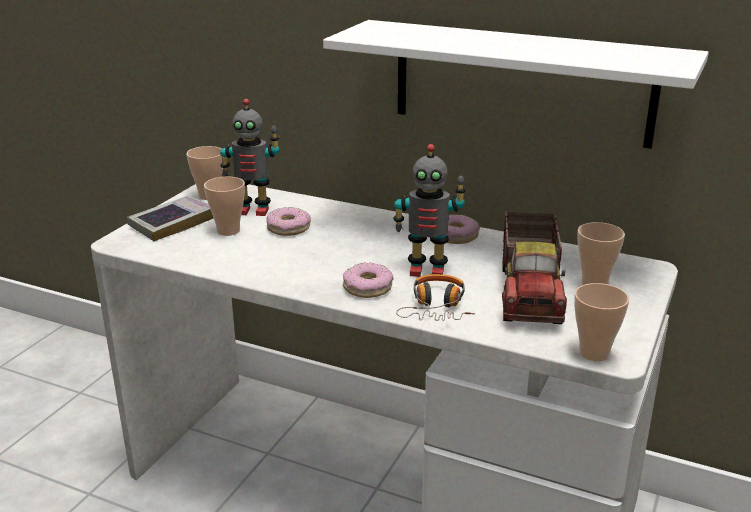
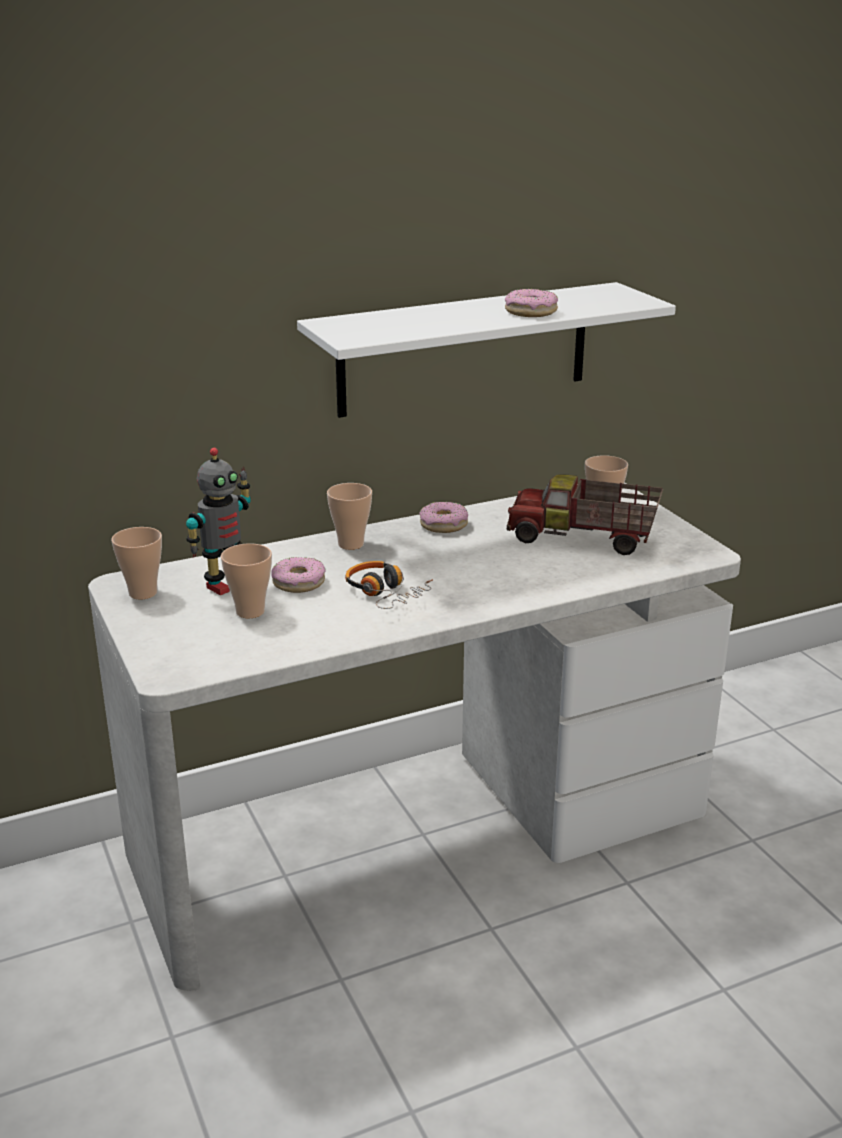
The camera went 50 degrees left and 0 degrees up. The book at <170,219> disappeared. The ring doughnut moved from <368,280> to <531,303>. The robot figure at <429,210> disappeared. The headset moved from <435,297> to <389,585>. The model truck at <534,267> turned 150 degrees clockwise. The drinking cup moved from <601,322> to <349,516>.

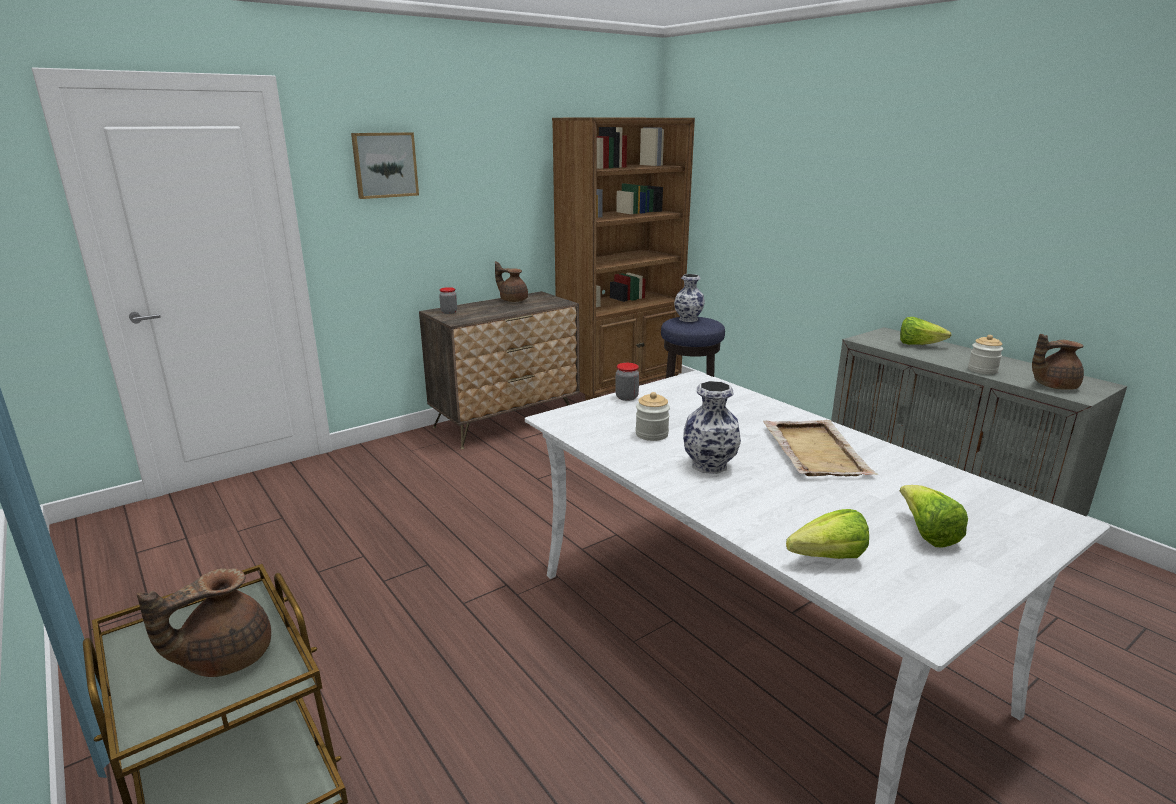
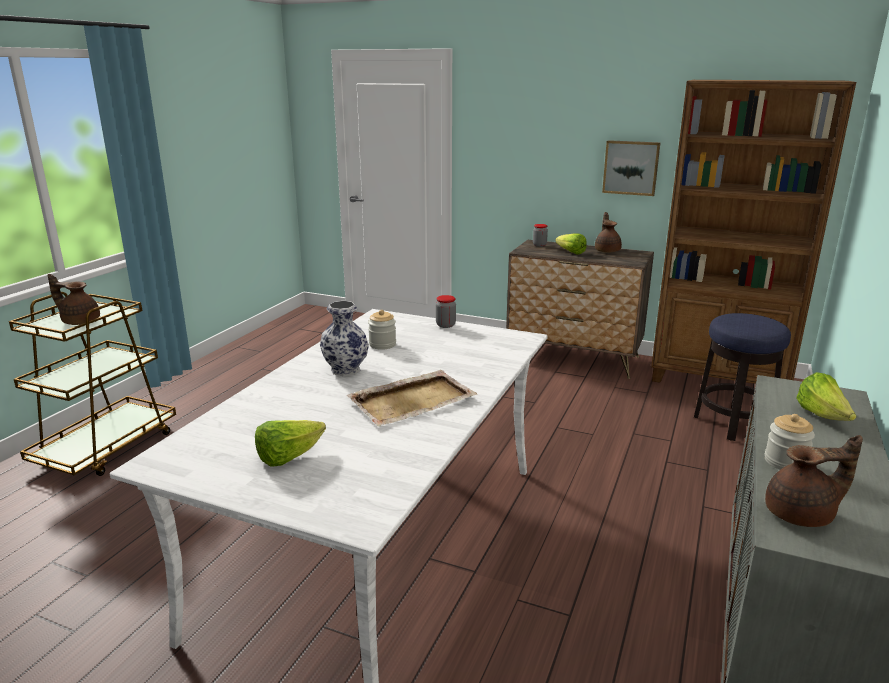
The camera went 60 degrees right and 0 degrees up. The wall art moved from <385,165> to <631,168>. The vase at <689,298> disappeared. The lettuce head moved from <827,534> to <571,244>. The brown pot for tea at <1058,362> turned 120 degrees clockwise.

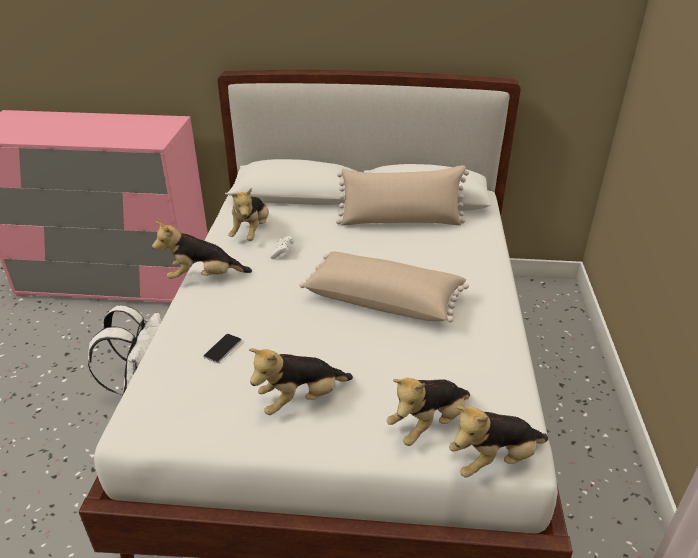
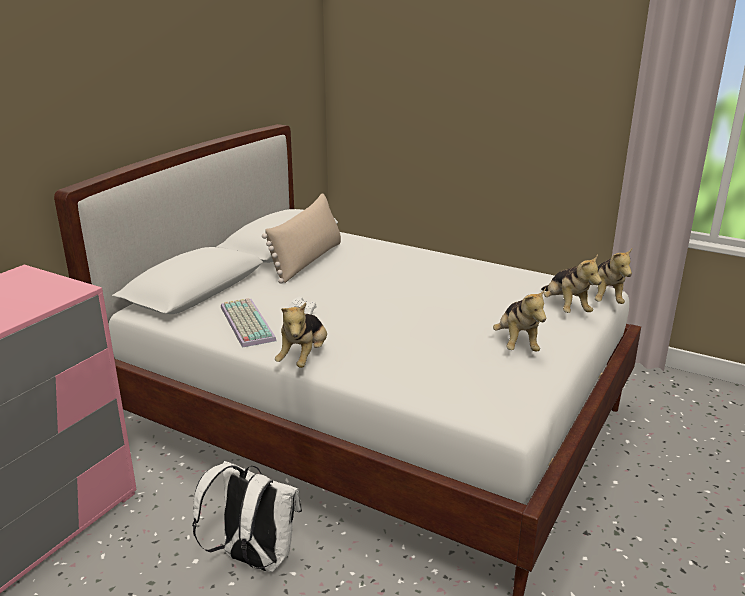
The camera went 65 degrees left and 10 degrees down. The phone at <222,348> disappeared. The plush toy at <248,214> was replaced by the computer keyboard at <248,323>. The beige-coloured cushion at <384,287> disappeared.

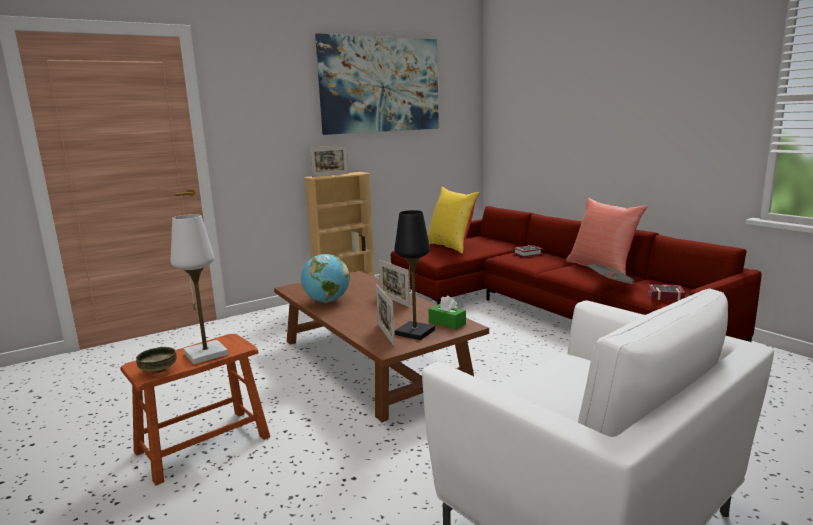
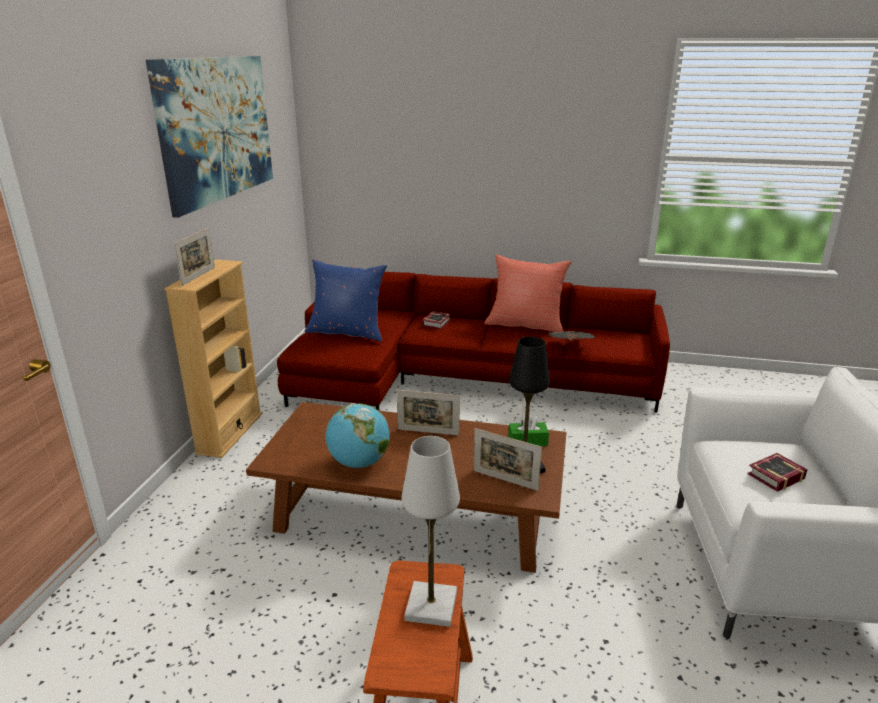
The camera went 45 degrees left and 10 degrees up. The serving bowl at <156,360> disappeared. The yellowish cushion at <453,220> became the bluish cushion at <346,300>. The book moved from <667,292> to <777,472>.

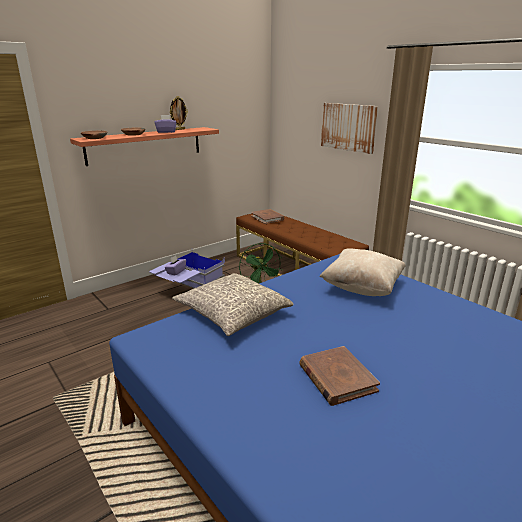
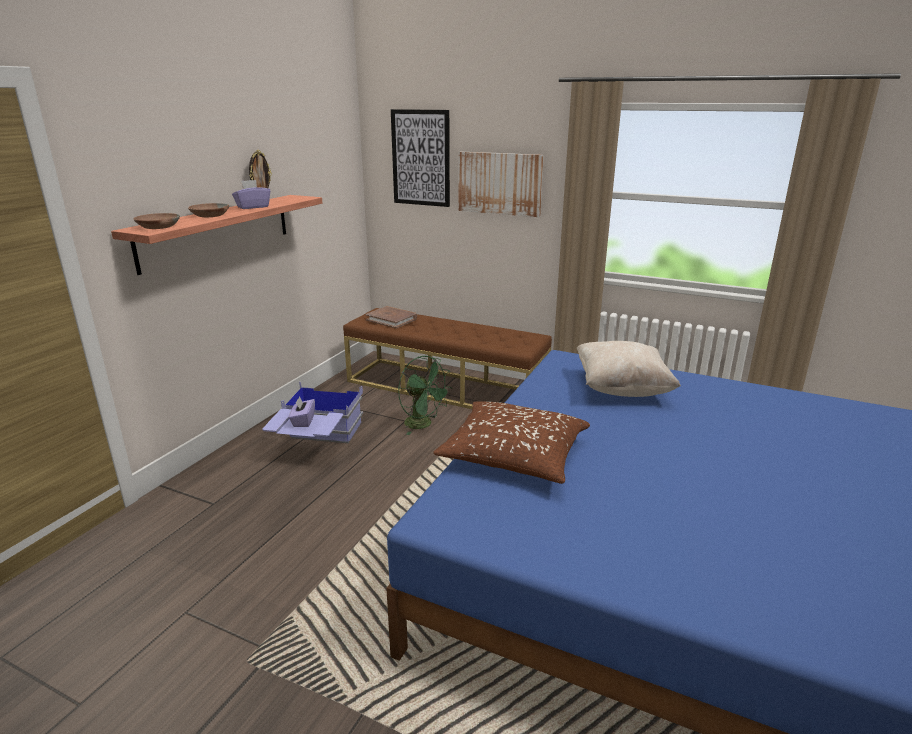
The camera went 25 degrees left and 0 degrees up. The grey cushion at <233,304> became the brown cushion at <511,442>. The brown book at <339,376> disappeared. The wall art at <420,158> appeared.

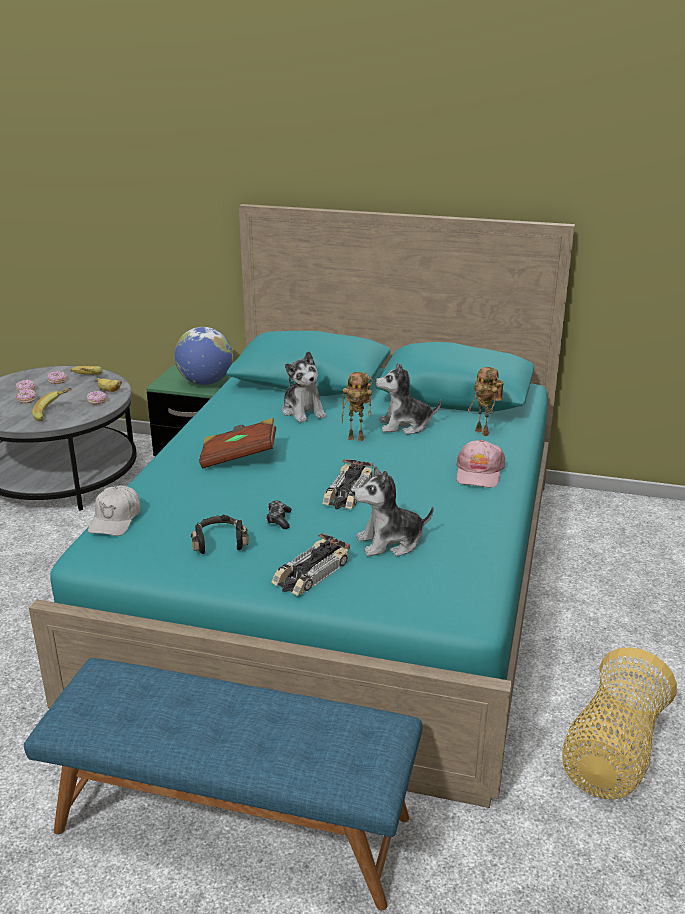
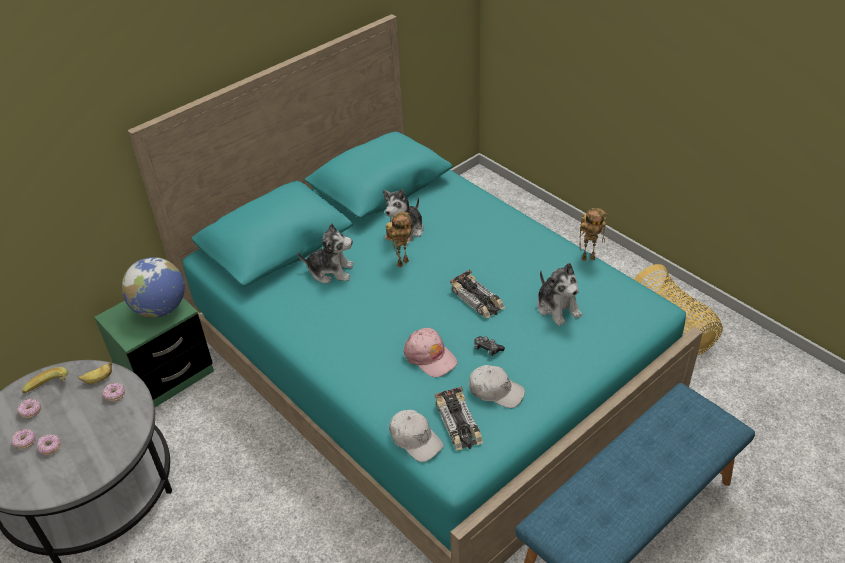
The camera went 55 degrees left and 15 degrees up. The banana fruit at <52,404> disappeared. The blackish headset at <220,534> was replaced by the white baseball cap at <497,386>. The brown book at <237,443> disappeared. The toy car moved from <310,564> to <458,418>. The plush toy at <393,511> turned 45 degrees counterclockwise. The pink-coloured baseball cap moved from <480,464> to <430,352>. The robot figure moved from <485,401> to <593,234>.

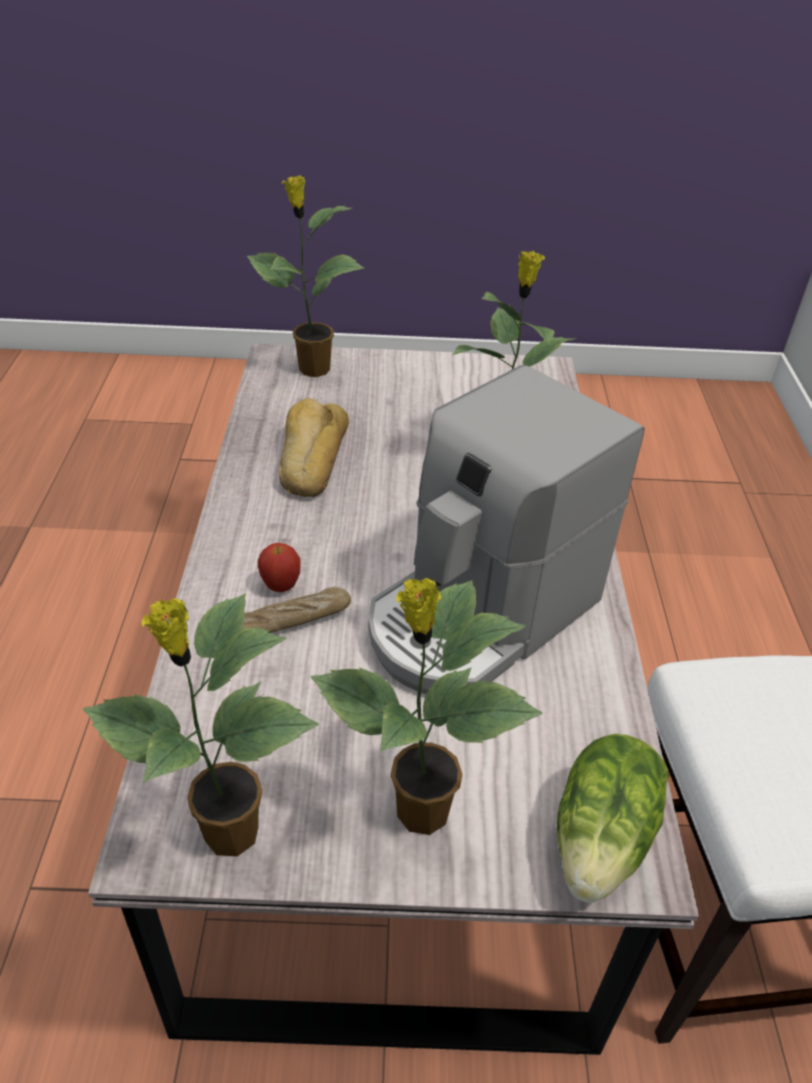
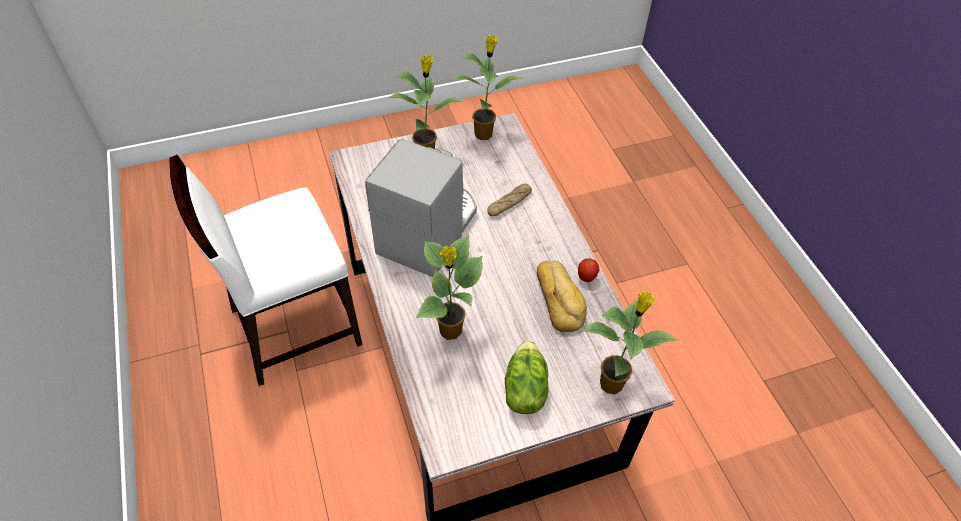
The camera went 160 degrees right and 10 degrees up. The whole apple moved from <279,567> to <589,270>. The lettuce head moved from <613,818> to <527,377>.

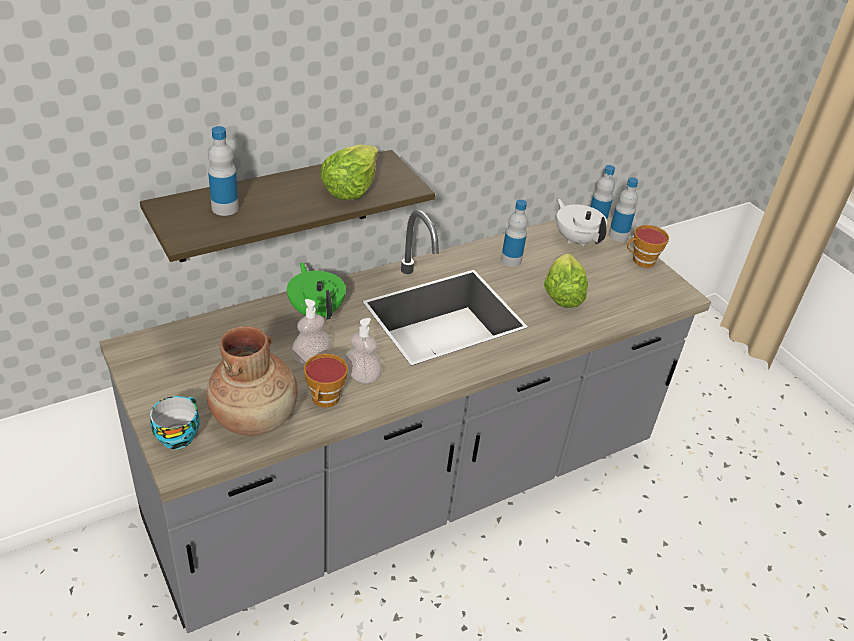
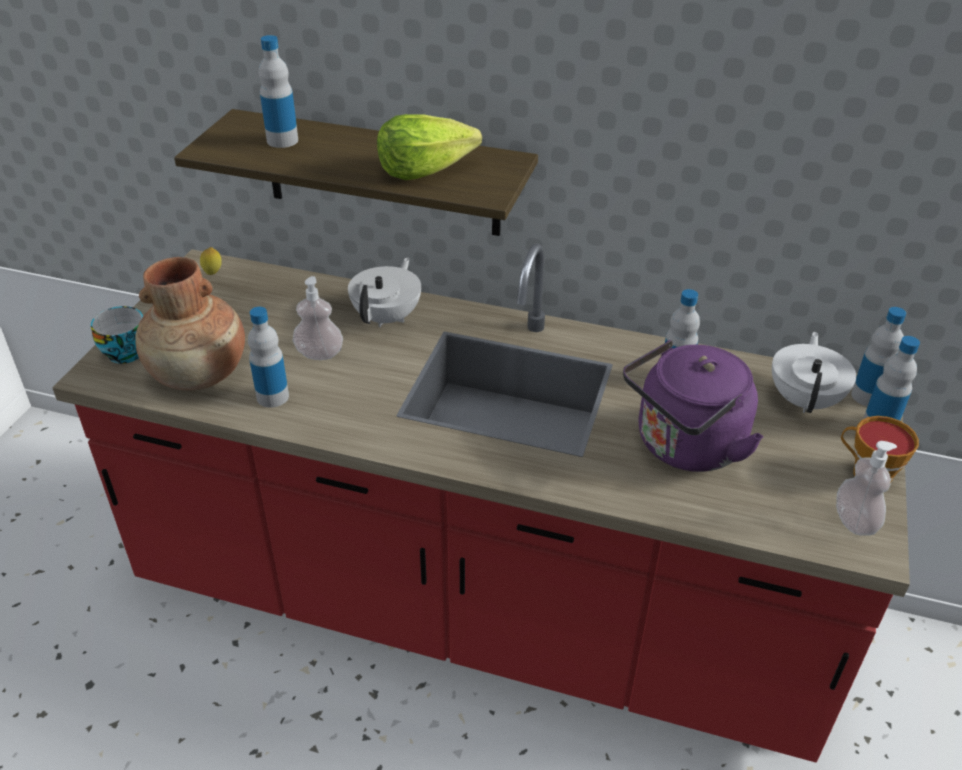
The camera went 50 degrees right and 0 degrees up. The grey kitchen base unit at <405,421> became the red kitchen base unit at <481,503>. The greenish pot for tea at <316,291> became the white pot for tea at <384,292>. The drinking cup at <326,380> was replaced by the beverage bottle at <268,357>. The soap dispenser moved from <363,351> to <866,488>. The lettuce head at <566,280> was replaced by the purple kettle at <693,406>. The lemon at <211,261> appeared.

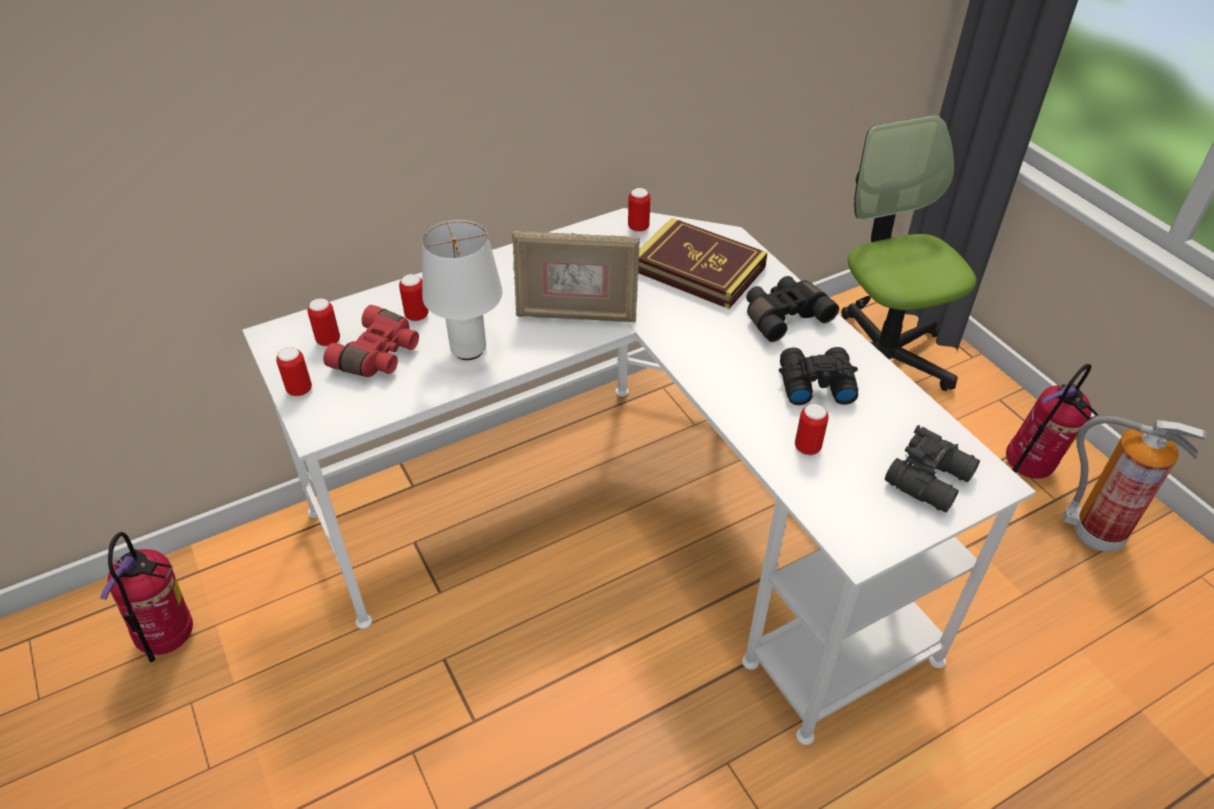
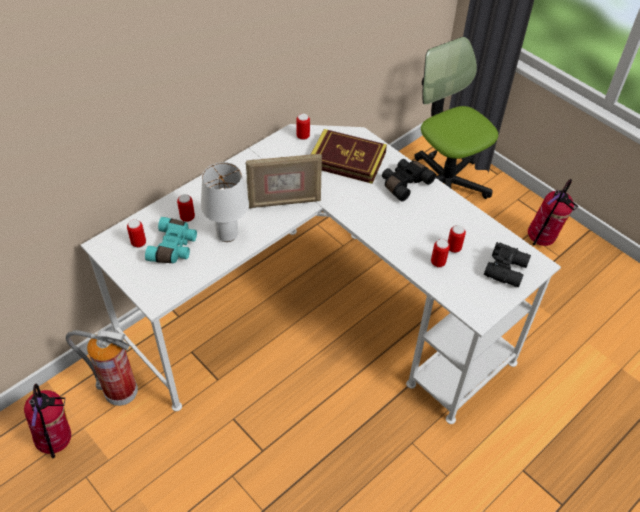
The camera went 15 degrees left and 5 degrees up. The can moved from <294,371> to <457,239>. The red field glasses at <371,341> became the turquoise-coloured field glasses at <171,240>. The blackish field glasses at <818,376> disappeared. The fire-fighting cylinder moved from <1135,484> to <102,368>.

